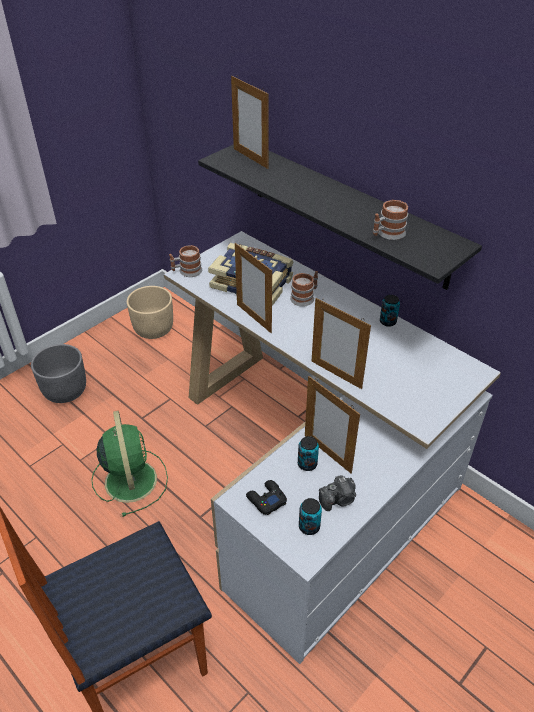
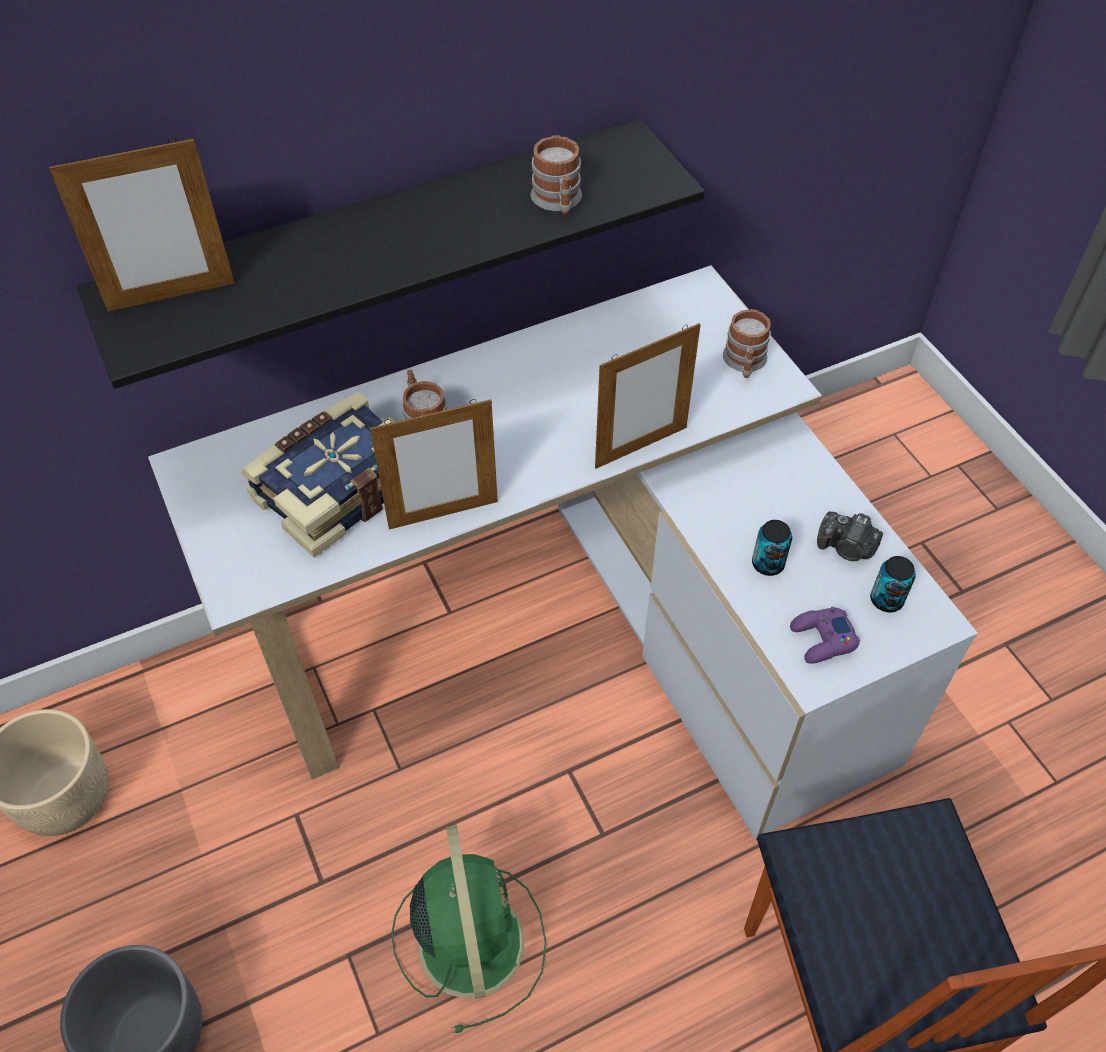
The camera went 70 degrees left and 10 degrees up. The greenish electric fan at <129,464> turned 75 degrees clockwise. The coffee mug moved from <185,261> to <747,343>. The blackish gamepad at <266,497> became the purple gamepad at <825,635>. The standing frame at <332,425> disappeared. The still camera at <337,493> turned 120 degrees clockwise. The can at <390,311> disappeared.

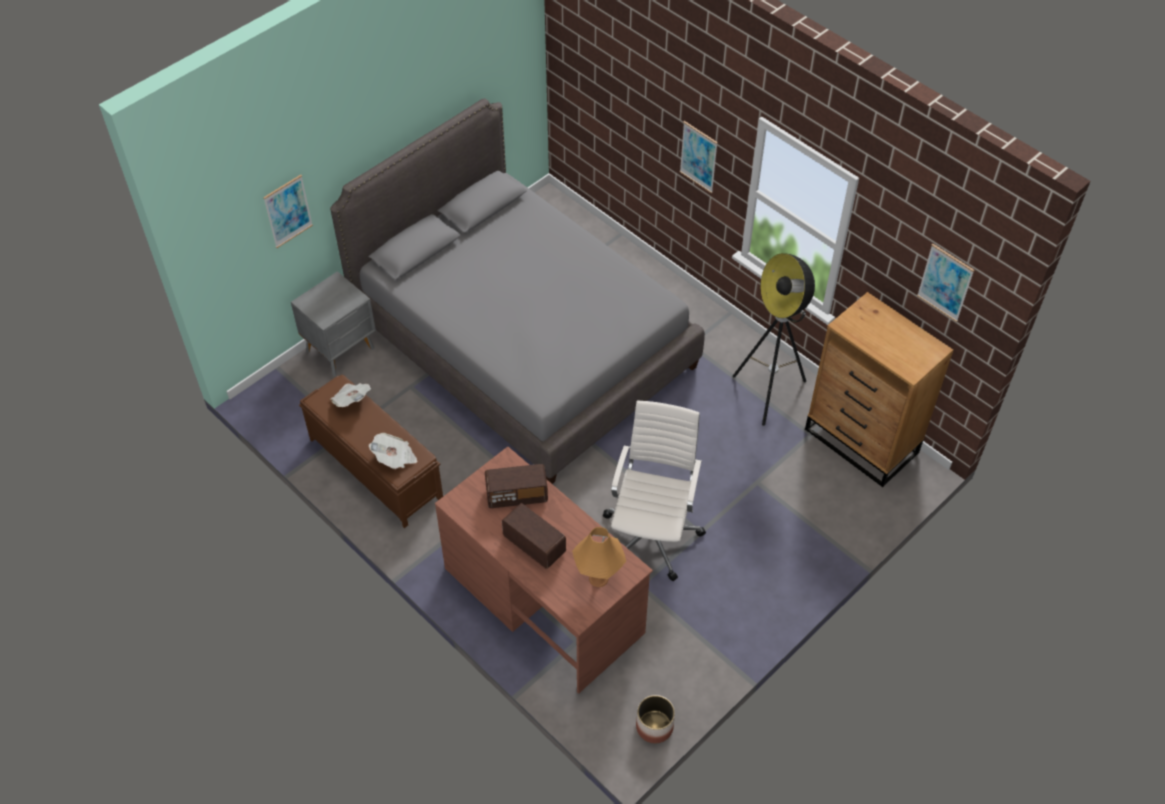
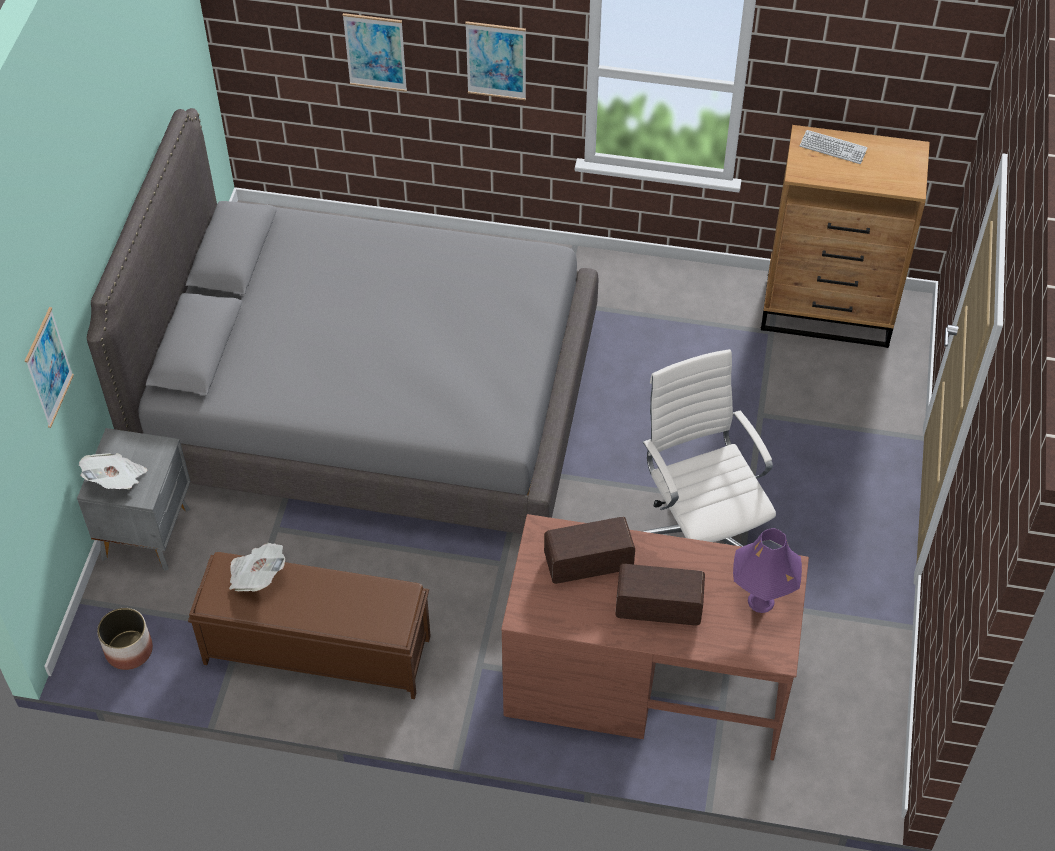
The camera went 35 degrees left and 0 degrees up. The newspaper moved from <393,451> to <113,471>. The radio receiver at <516,486> turned 150 degrees counterclockwise. The orange lamp for a table at <599,557> became the purple lamp for a table at <767,570>. The flower pot moved from <655,719> to <125,639>. The floor lamp at <774,339> disappeared. The wall art moved from <945,283> to <375,52>. The computer keyboard at <834,147> appeared.

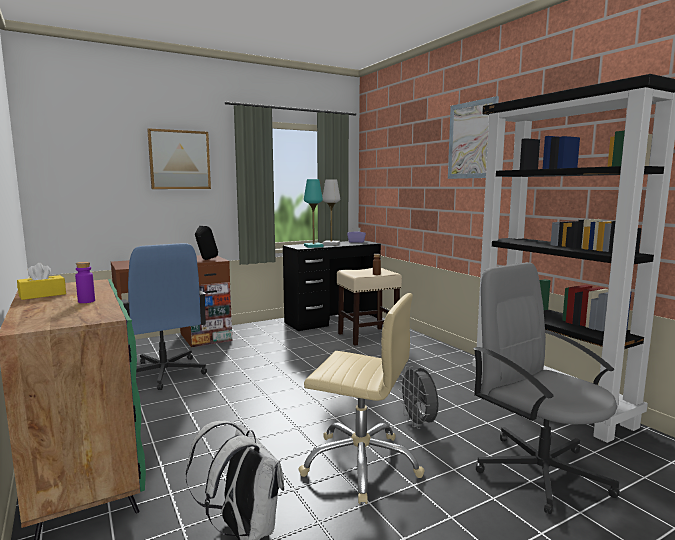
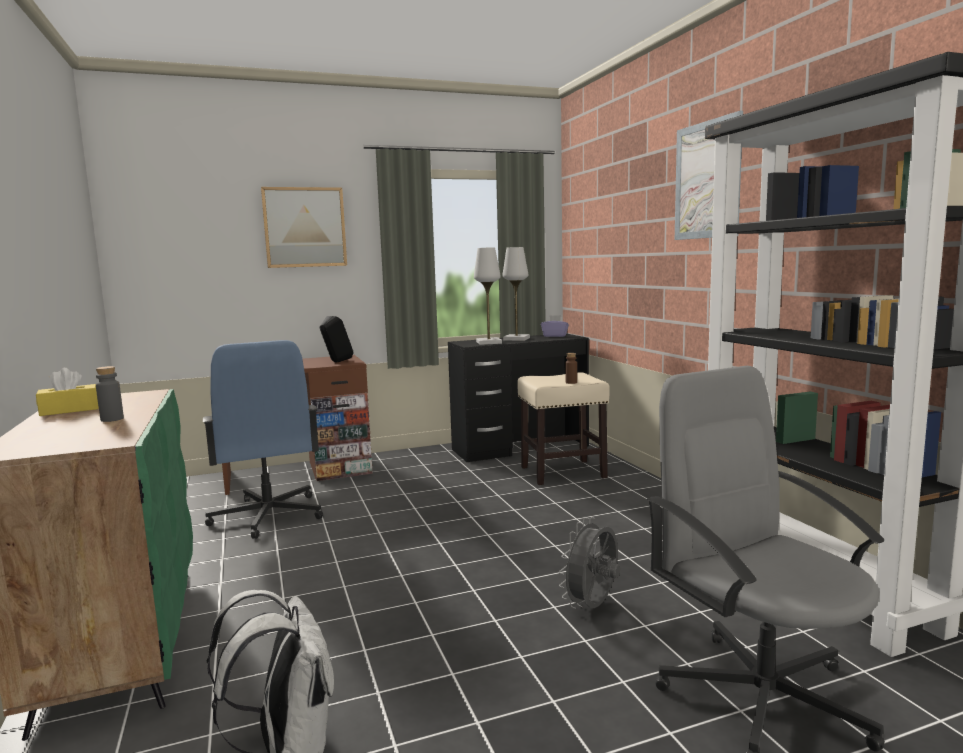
The camera went 10 degrees right and 0 degrees up. The purple beverage bottle at <85,282> became the grey beverage bottle at <110,394>. The beige-coloured desk chair at <361,398> disappeared. The turquoise-coloured lamp for a table at <314,213> became the white lamp for a table at <488,296>. The grey electric fan at <418,397> turned 45 degrees clockwise.

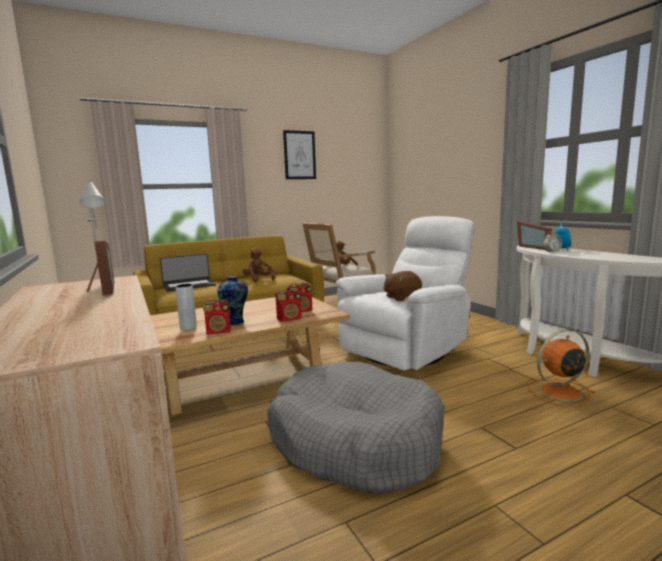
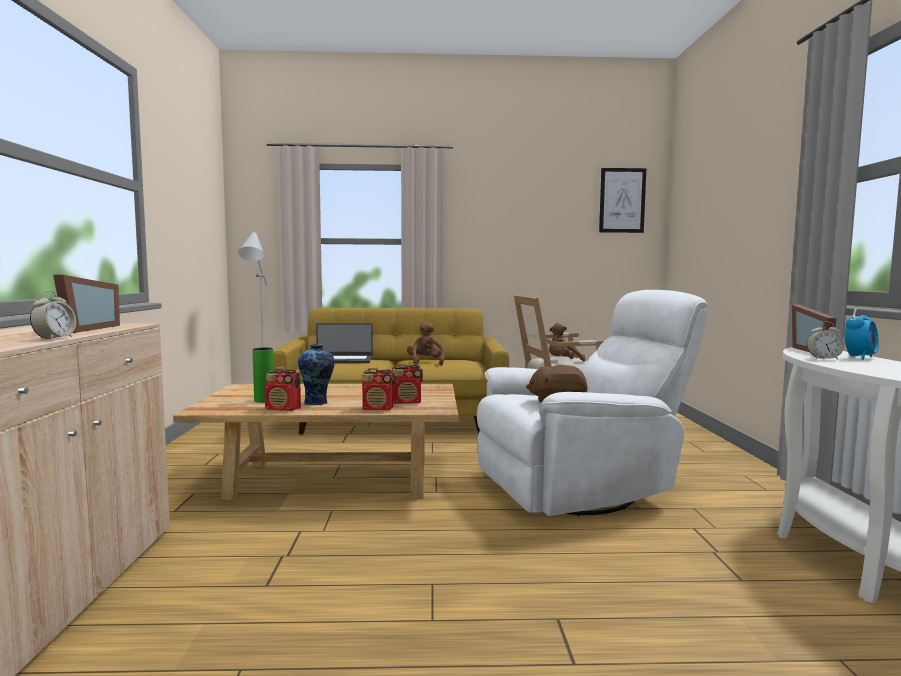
The camera went 25 degrees right and 5 degrees down. The grey vase at <186,307> became the greenish vase at <263,375>. The grey pet bed at <356,428> disappeared. The wall art moved from <299,154> to <622,200>. The orange electric fan at <561,368> disappeared. The bedside clock at <53,315> appeared.

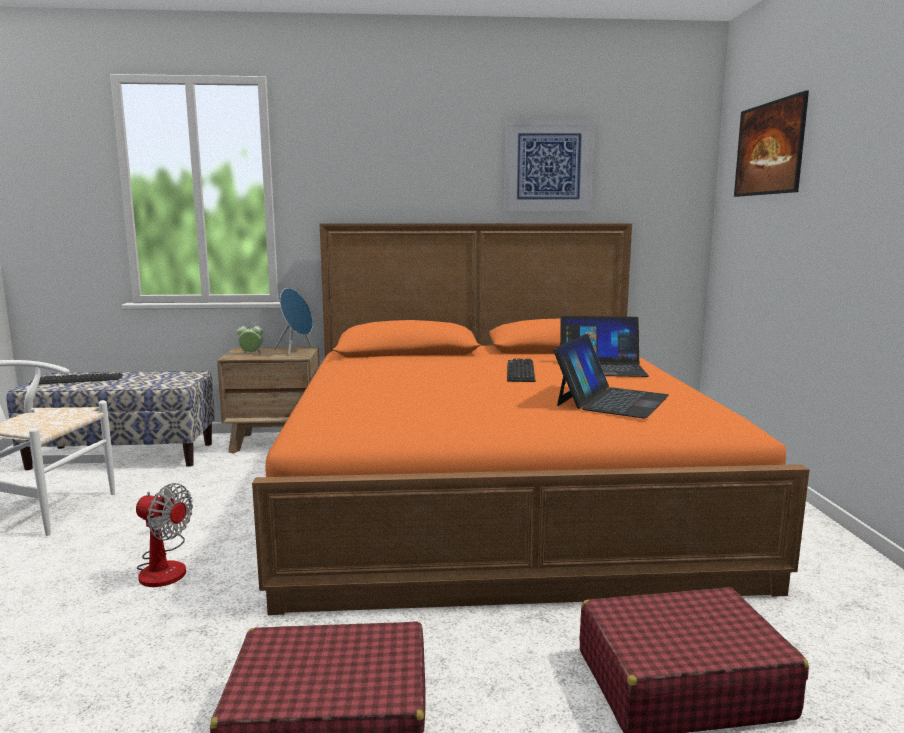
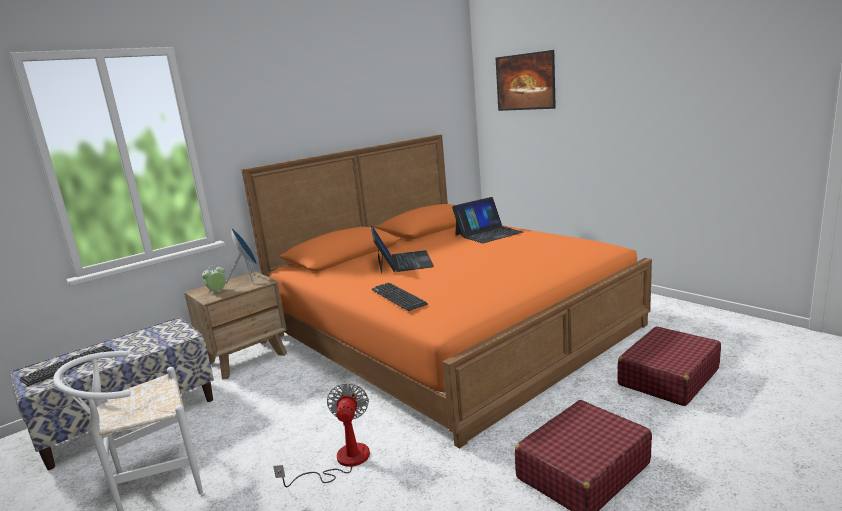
The camera went 35 degrees left and 5 degrees up. The electric fan at <164,535> turned 75 degrees counterclockwise. The wall art at <549,165> disappeared. The computer keyboard moved from <521,370> to <400,297>. The notebook computer moved from <611,376> to <402,250>.

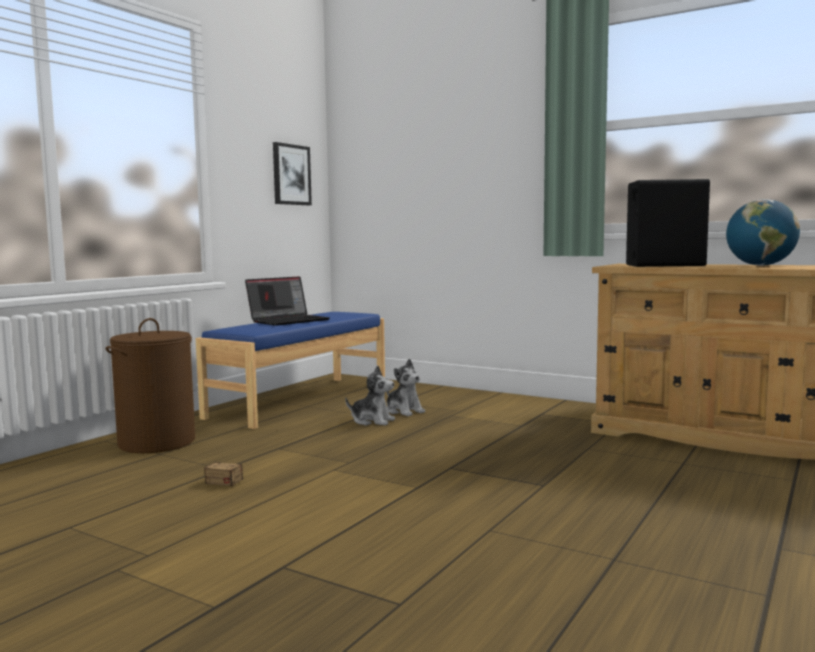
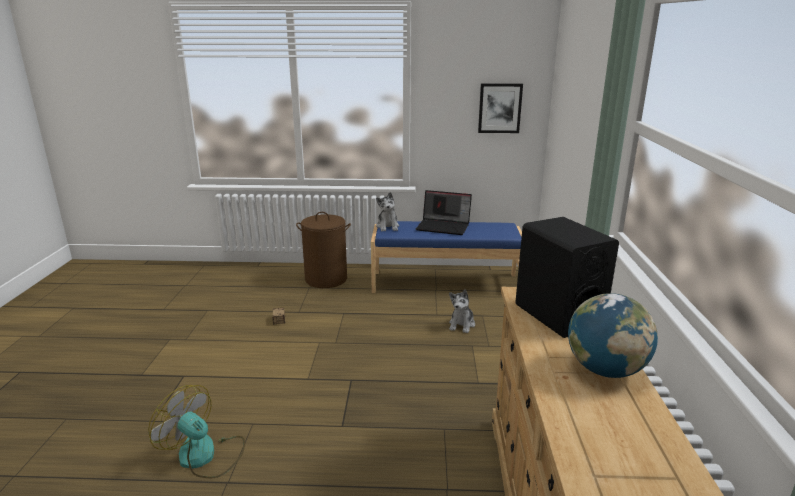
The camera went 60 degrees right and 15 degrees up. The plush toy moved from <370,396> to <387,211>. The electric fan at <196,431> appeared.

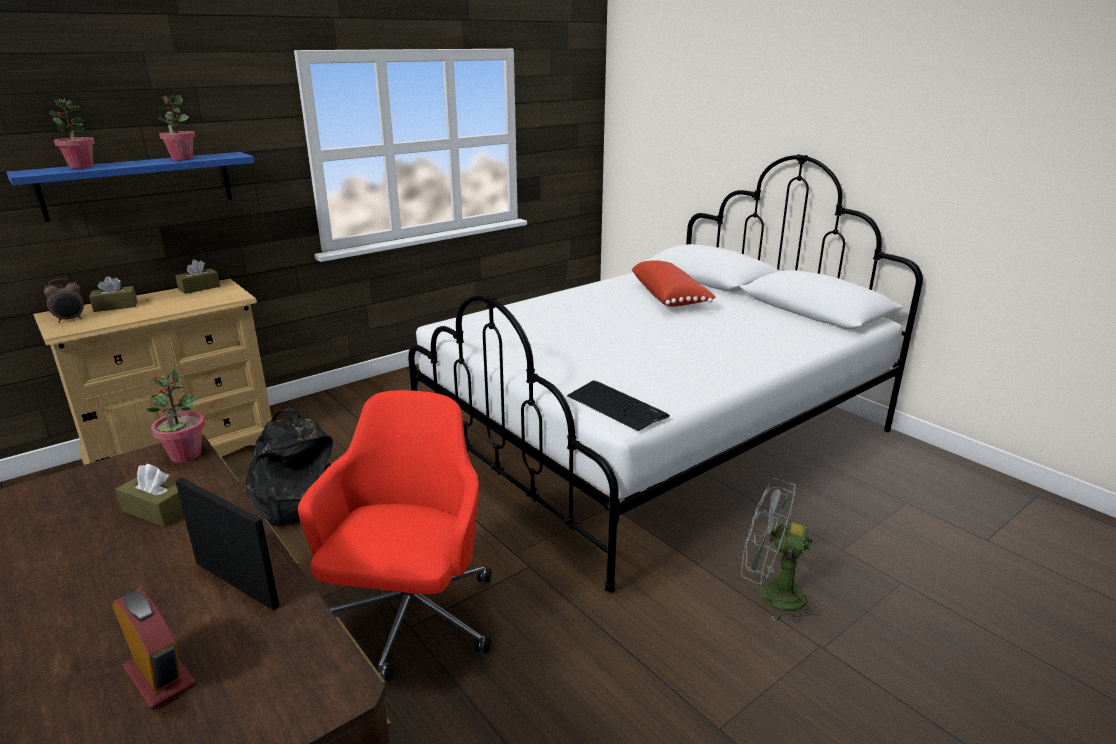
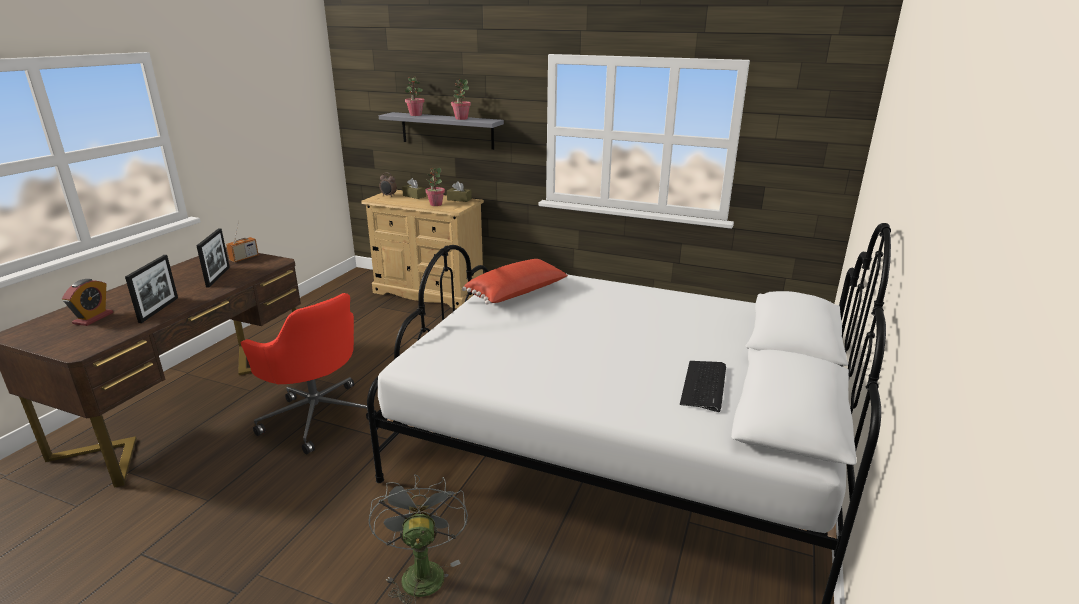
The camera went 60 degrees right and 0 degrees up. The bluish wall shelf at <130,187> became the grey wall shelf at <441,131>. The brown tissue holder at <150,495> was replaced by the standing frame at <213,257>. The houseplant moved from <175,415> to <435,187>. The blackish backpack at <287,467> disappeared. The red desk chair at <395,535> turned 60 degrees clockwise. The computer keyboard moved from <618,406> to <703,386>. The red cushion moved from <673,283> to <515,282>. The radio receiver at <242,241> appeared.

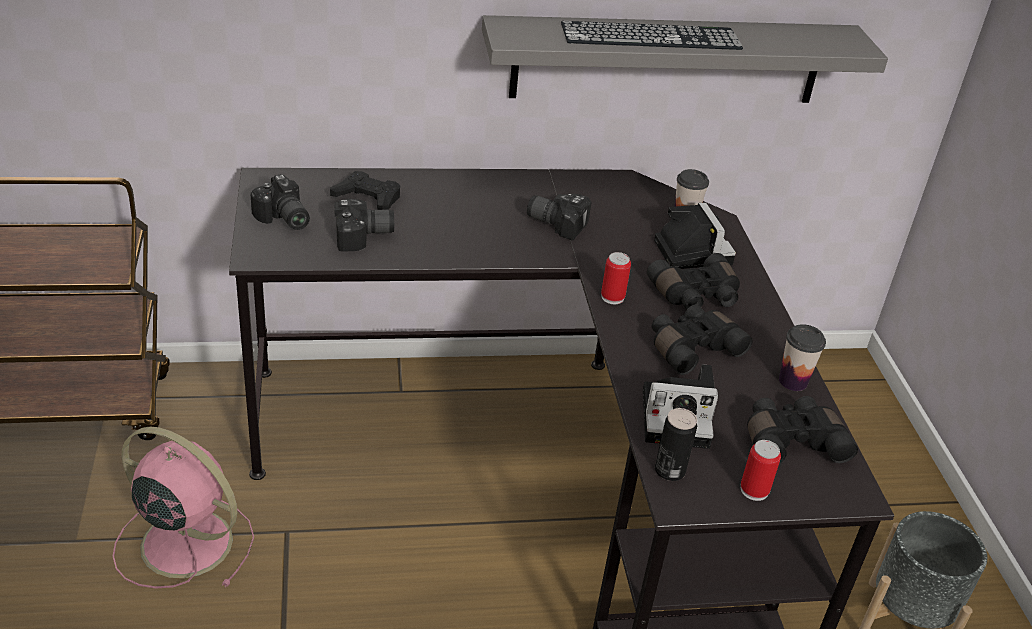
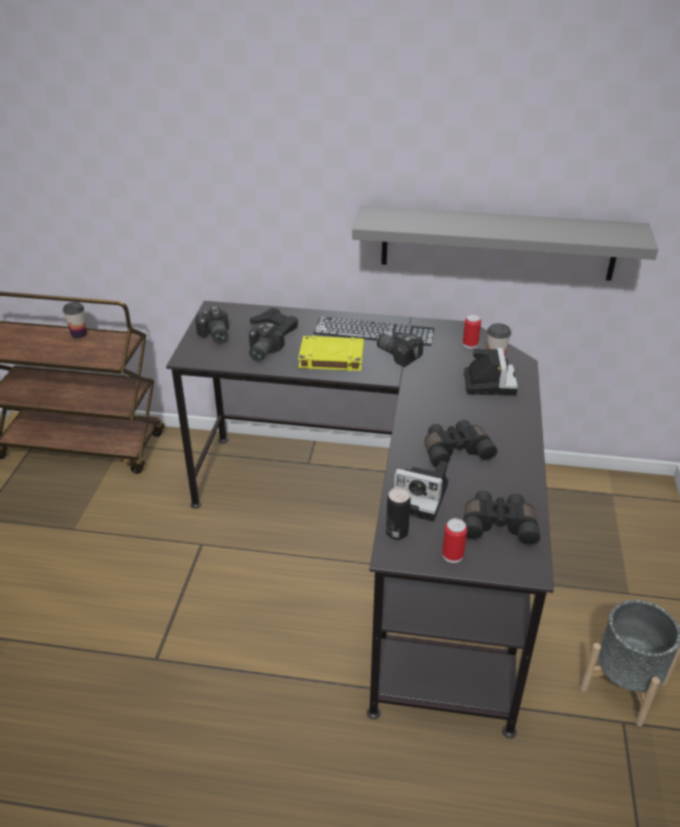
The camera went 20 degrees right and 0 degrees up. The pink-coloured electric fan at <183,508> disappeared. The still camera at <364,225> turned 105 degrees clockwise. The computer keyboard moved from <652,35> to <373,331>. The can moved from <616,278> to <472,331>. The blackish field glasses at <693,281> disappeared. The drinking cup moved from <802,357> to <75,320>. The yellowish book at <331,353> appeared.

